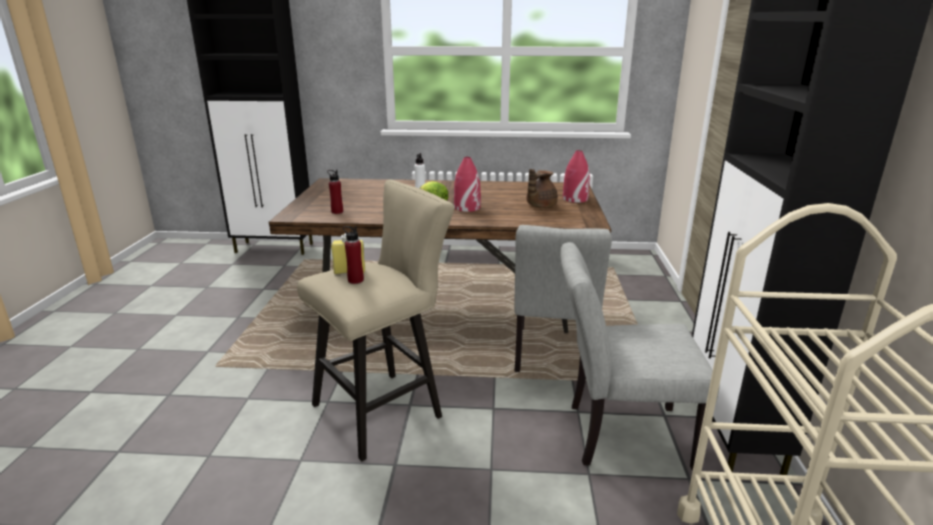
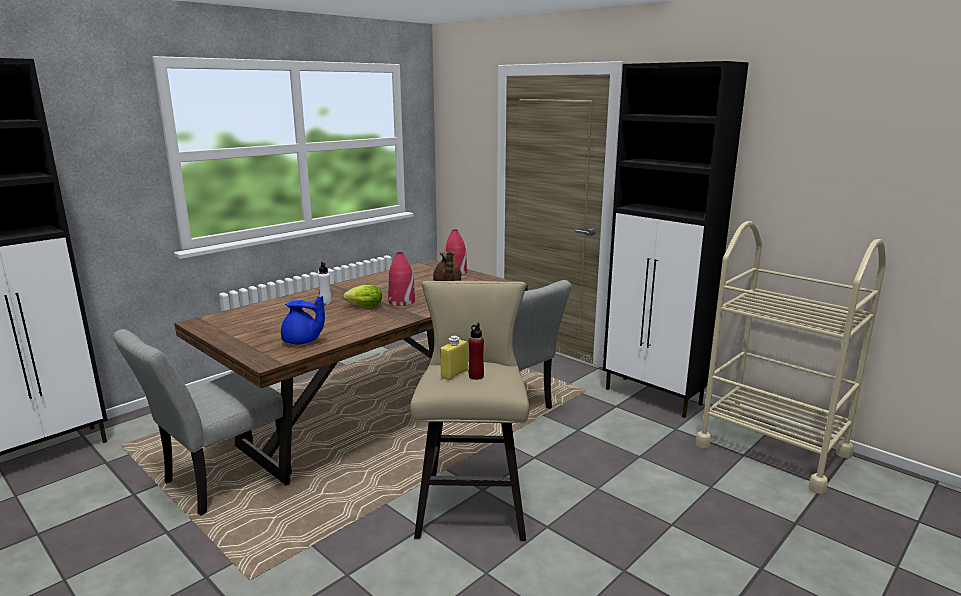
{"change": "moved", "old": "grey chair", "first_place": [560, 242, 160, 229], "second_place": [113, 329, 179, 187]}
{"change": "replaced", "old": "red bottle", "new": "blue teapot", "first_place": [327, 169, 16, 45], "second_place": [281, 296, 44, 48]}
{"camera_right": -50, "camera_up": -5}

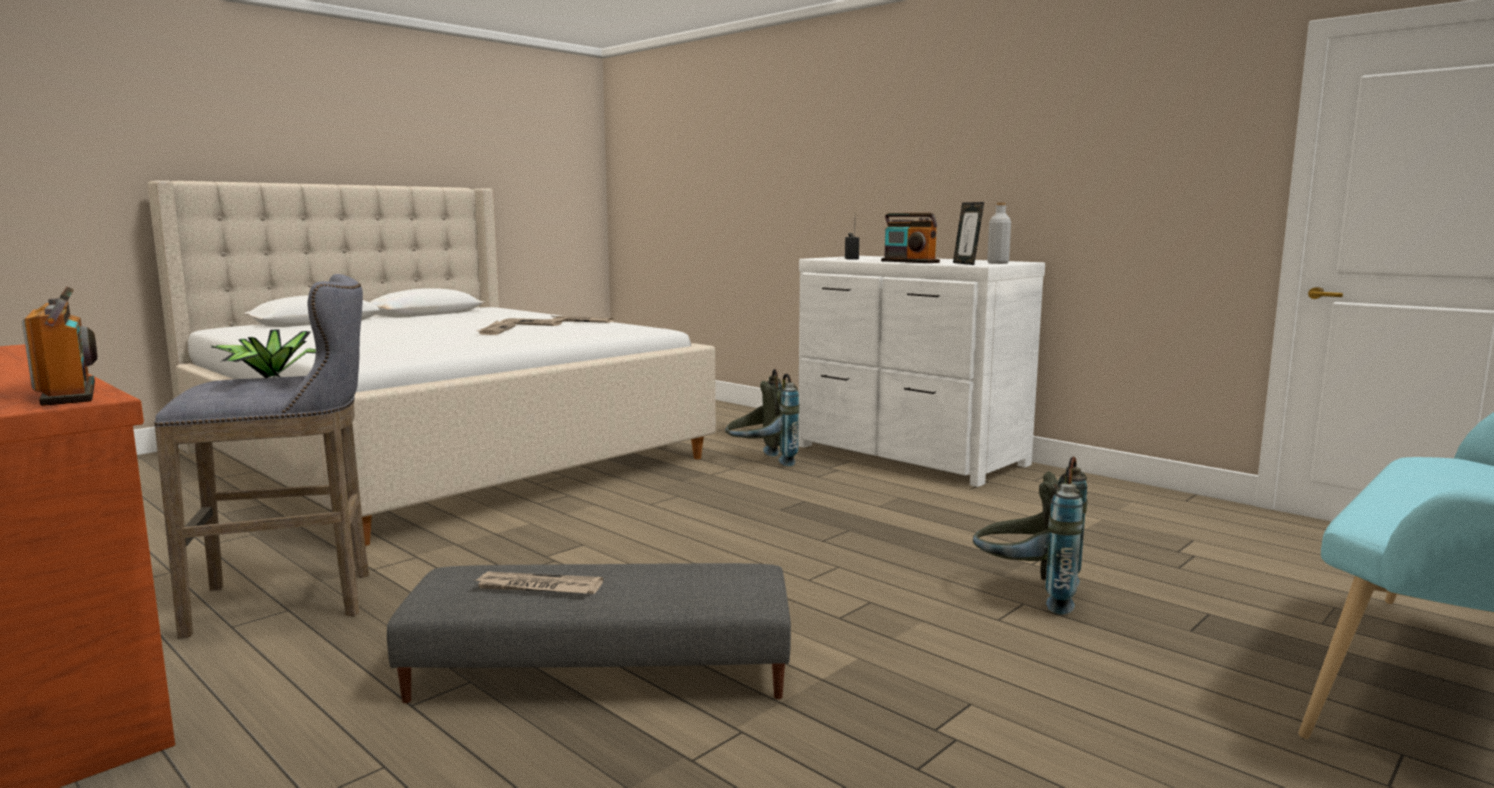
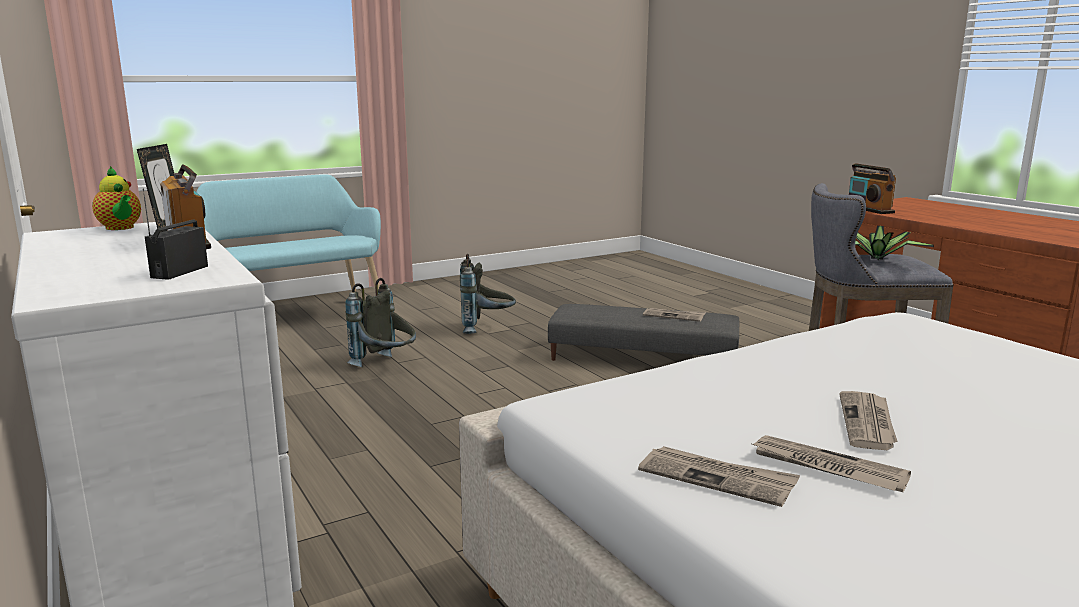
{"change": "moved", "old": "grey backpack", "first_place": [725, 369, 75, 97], "second_place": [460, 254, 56, 80]}
{"change": "replaced", "old": "grey bottle", "new": "teapot", "first_place": [987, 202, 24, 62], "second_place": [92, 167, 49, 63]}
{"camera_right": -165, "camera_up": 5}

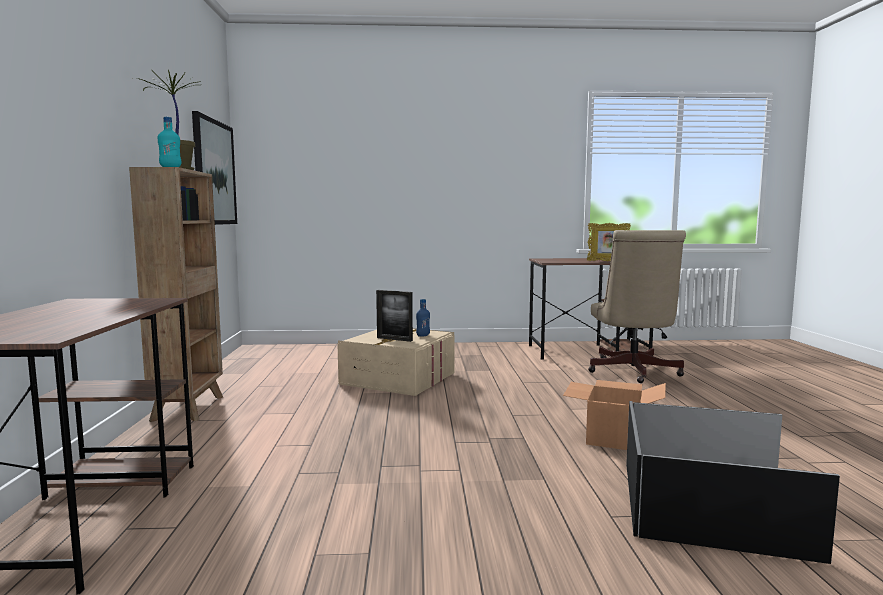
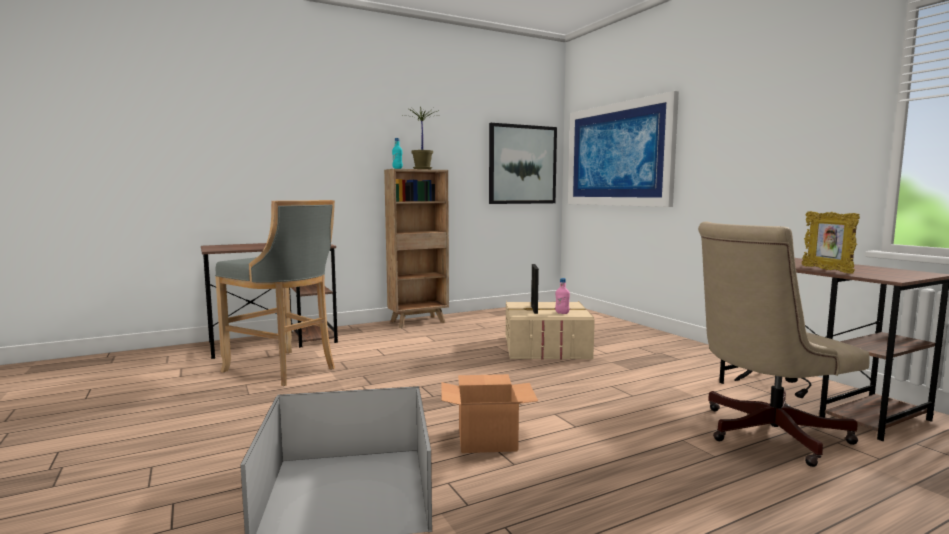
{"change": "added", "new": "grey stool", "second_place": [215, 200, 120, 186]}
{"change": "added", "new": "picture", "second_place": [568, 91, 111, 116]}
{"change": "recoloured", "old": "blue bottle", "new": "pink bottle", "first_place": [416, 299, 14, 38], "second_place": [555, 278, 15, 36]}
{"camera_right": 65, "camera_up": 0}

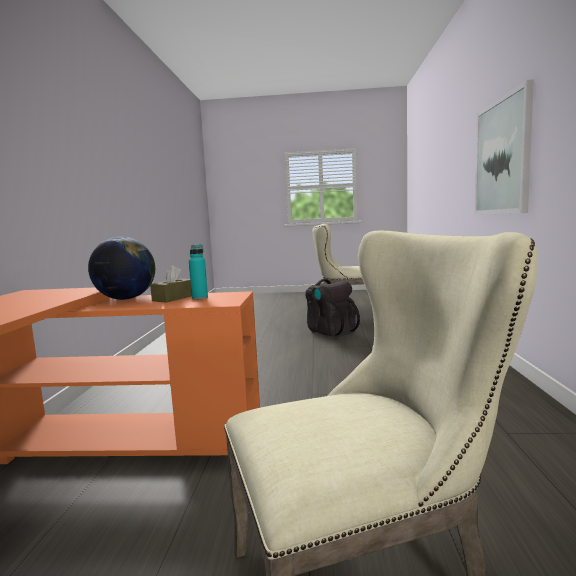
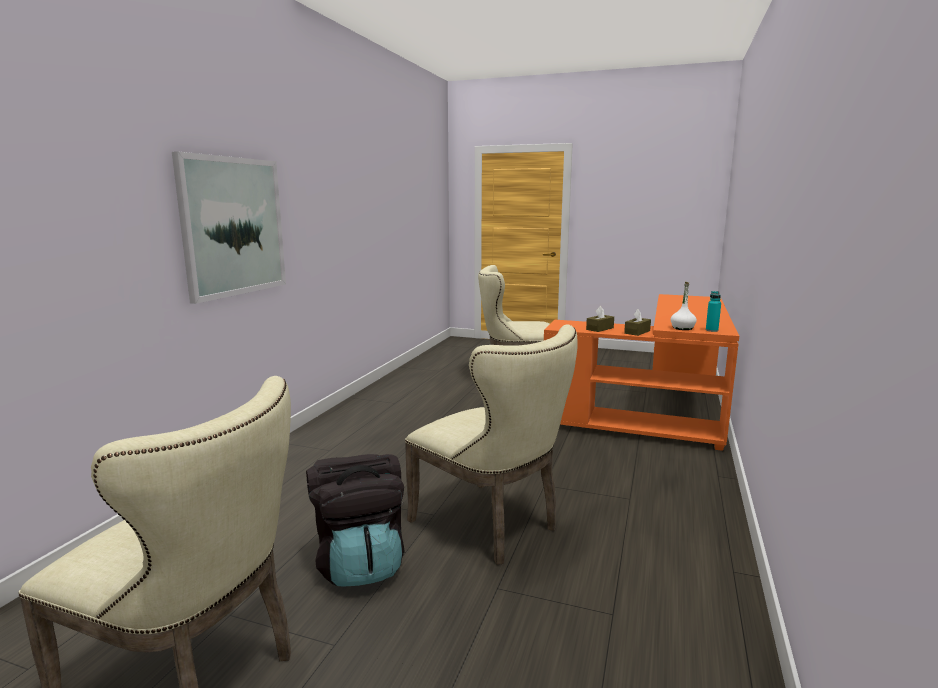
{"change": "added", "new": "beige chair", "second_place": [405, 324, 173, 241]}
{"change": "added", "new": "white bottle", "second_place": [670, 282, 27, 48]}
{"change": "moved", "old": "turquoise bottle", "first_place": [189, 244, 19, 56], "second_place": [706, 291, 15, 41]}
{"change": "replaced", "old": "globe", "new": "brown tissue box", "first_place": [88, 237, 67, 63], "second_place": [624, 309, 27, 27]}
{"camera_right": -165, "camera_up": 5}

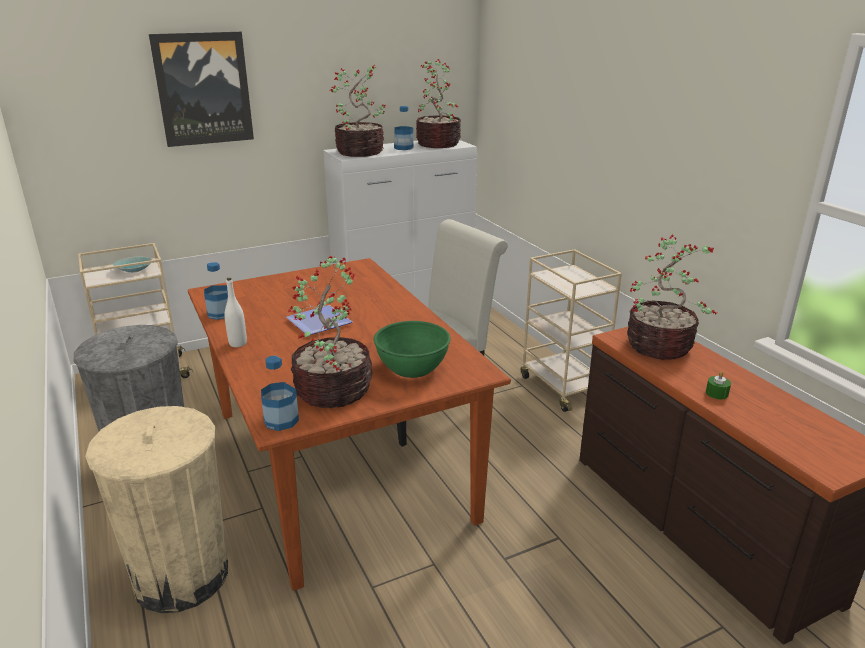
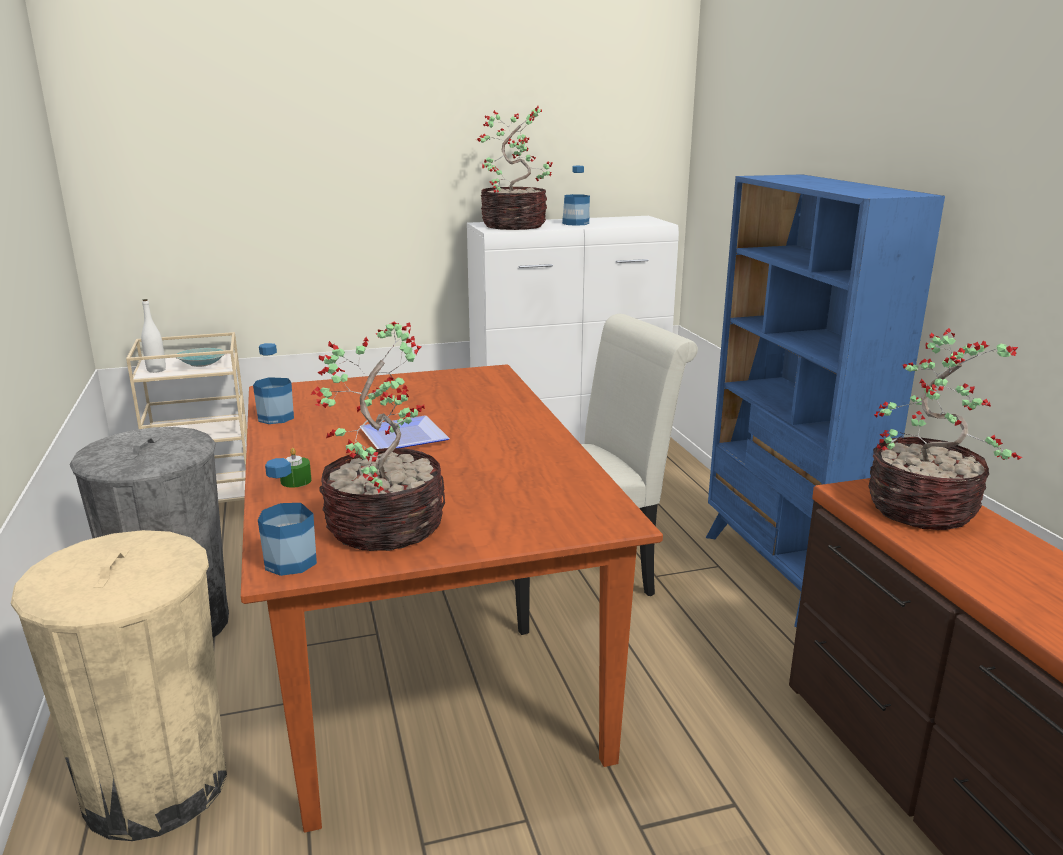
{"change": "removed", "old": "picture", "first_place": [149, 32, 105, 115]}
{"change": "removed", "old": "green bowl", "first_place": [374, 321, 77, 57]}
{"change": "removed", "old": "potted plant", "first_place": [416, 59, 45, 89]}
{"change": "moved", "old": "white bottle", "first_place": [224, 278, 23, 69], "second_place": [141, 299, 25, 74]}
{"change": "moved", "old": "green candle", "first_place": [706, 371, 25, 28], "second_place": [280, 448, 32, 40]}
{"change": "replaced", "old": "beige cart", "new": "blue bookcase", "first_place": [521, 249, 101, 163], "second_place": [706, 174, 239, 453]}
{"camera_right": 10, "camera_up": -5}

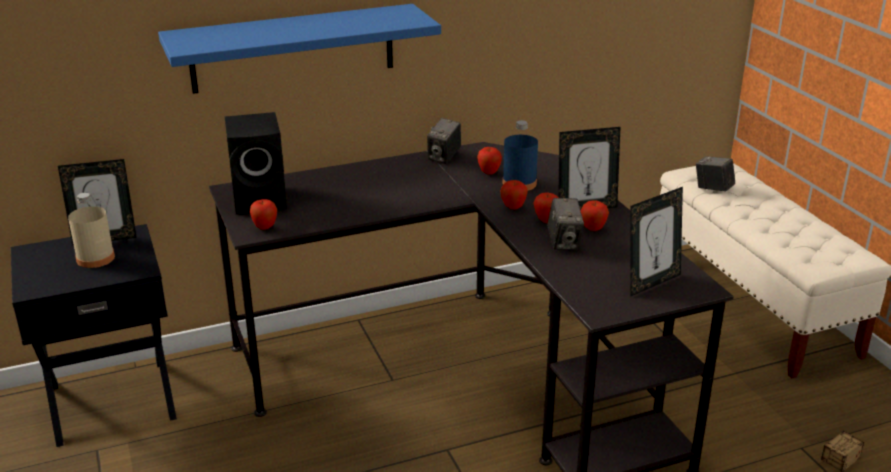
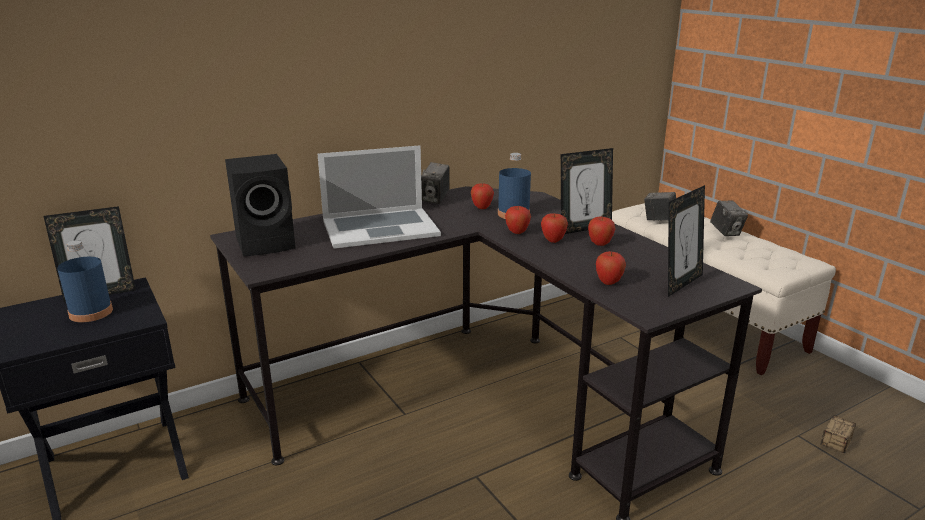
{"change": "removed", "old": "blue shelf", "first_place": [158, 4, 283, 90]}
{"change": "added", "new": "laptop", "second_place": [318, 145, 123, 104]}
{"change": "moved", "old": "apple", "first_place": [250, 199, 27, 31], "second_place": [596, 251, 30, 34]}
{"change": "moved", "old": "photo camera", "first_place": [547, 198, 37, 52], "second_place": [710, 201, 38, 35]}
{"change": "recoloured", "old": "beige bottle", "new": "blue bottle", "first_place": [68, 193, 47, 75], "second_place": [57, 240, 56, 82]}
{"camera_right": -10, "camera_up": -5}

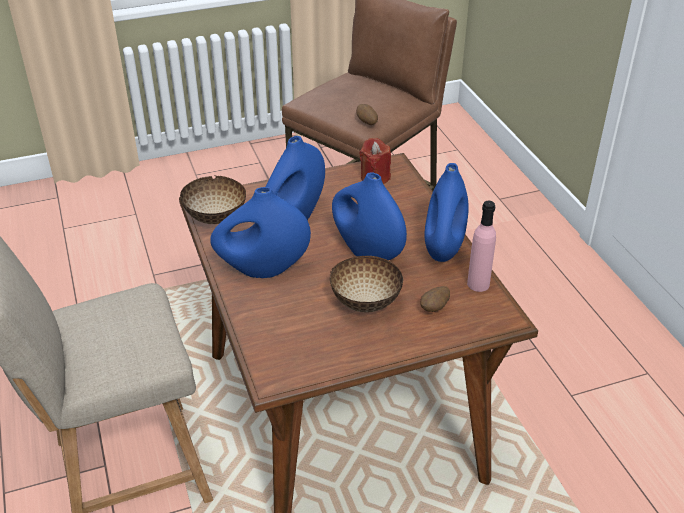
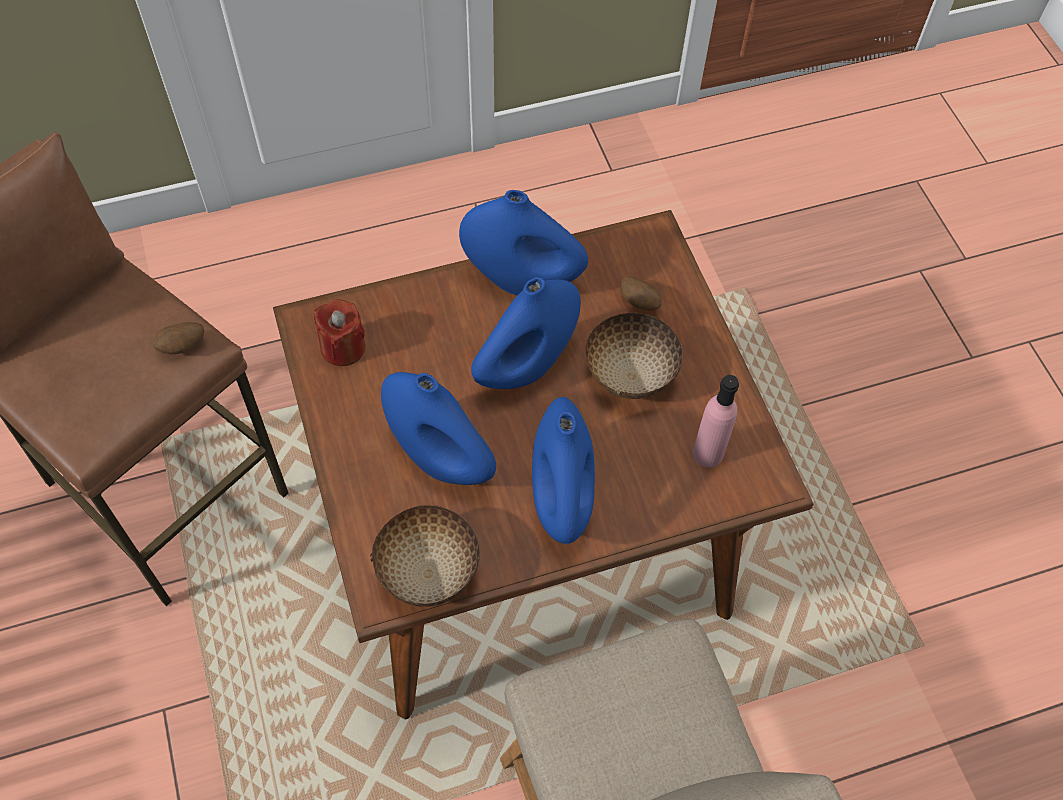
{"change": "moved", "old": "pink bottle", "first_place": [467, 201, 29, 91], "second_place": [693, 375, 46, 93]}
{"camera_right": -90, "camera_up": 20}

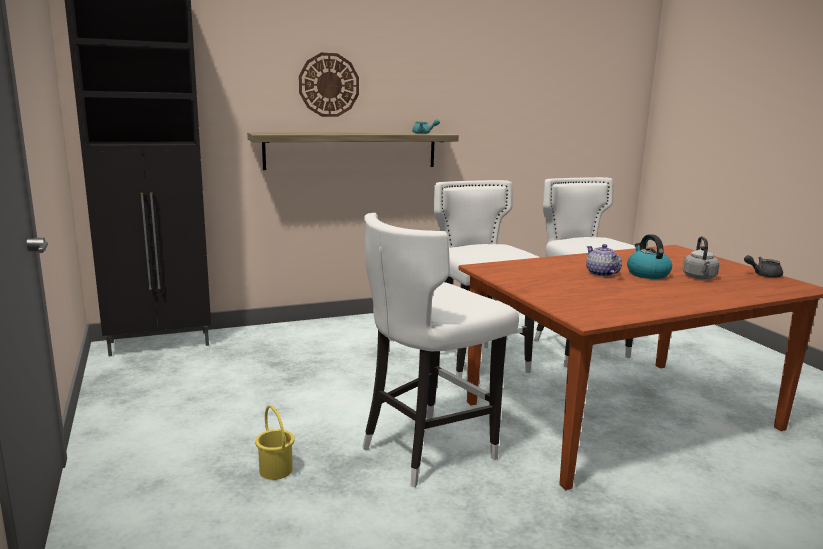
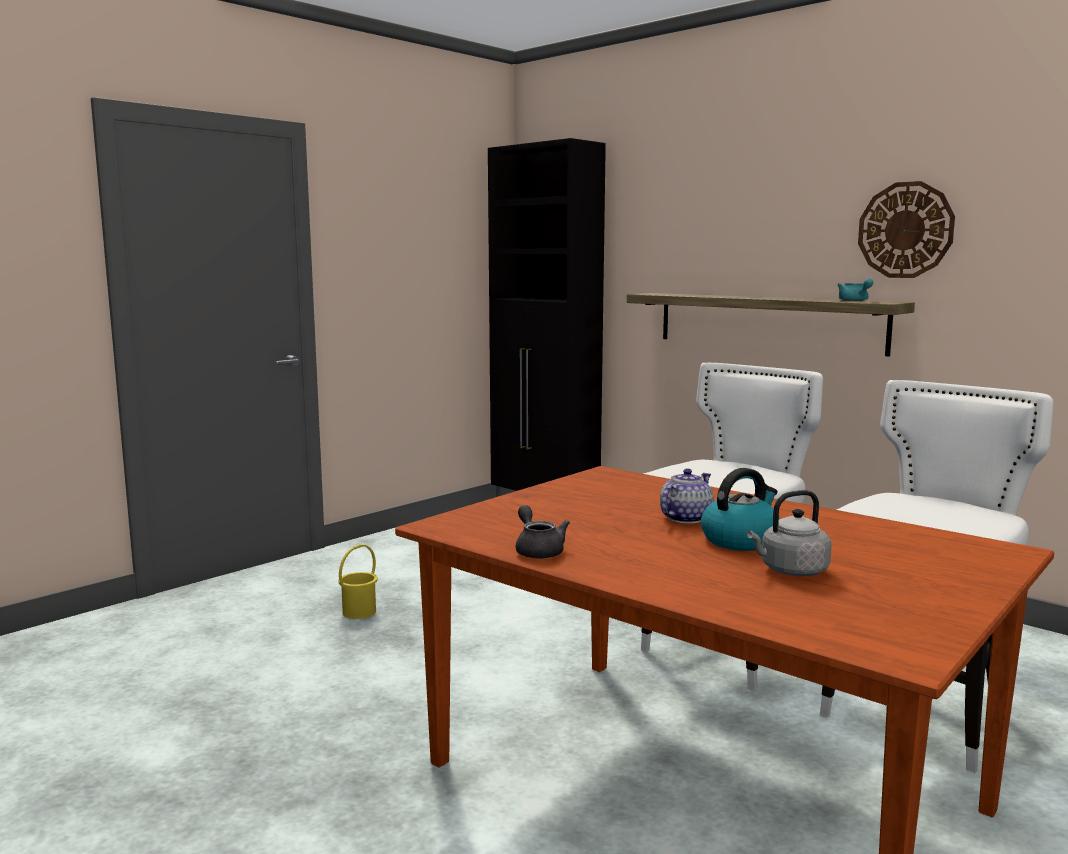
{"change": "removed", "old": "white stool", "first_place": [363, 213, 156, 274]}
{"change": "moved", "old": "wall clock", "first_place": [299, 53, 60, 64], "second_place": [858, 181, 97, 97]}
{"change": "moved", "old": "grey teapot", "first_place": [744, 255, 39, 23], "second_place": [516, 505, 54, 54]}
{"camera_right": 65, "camera_up": -5}

